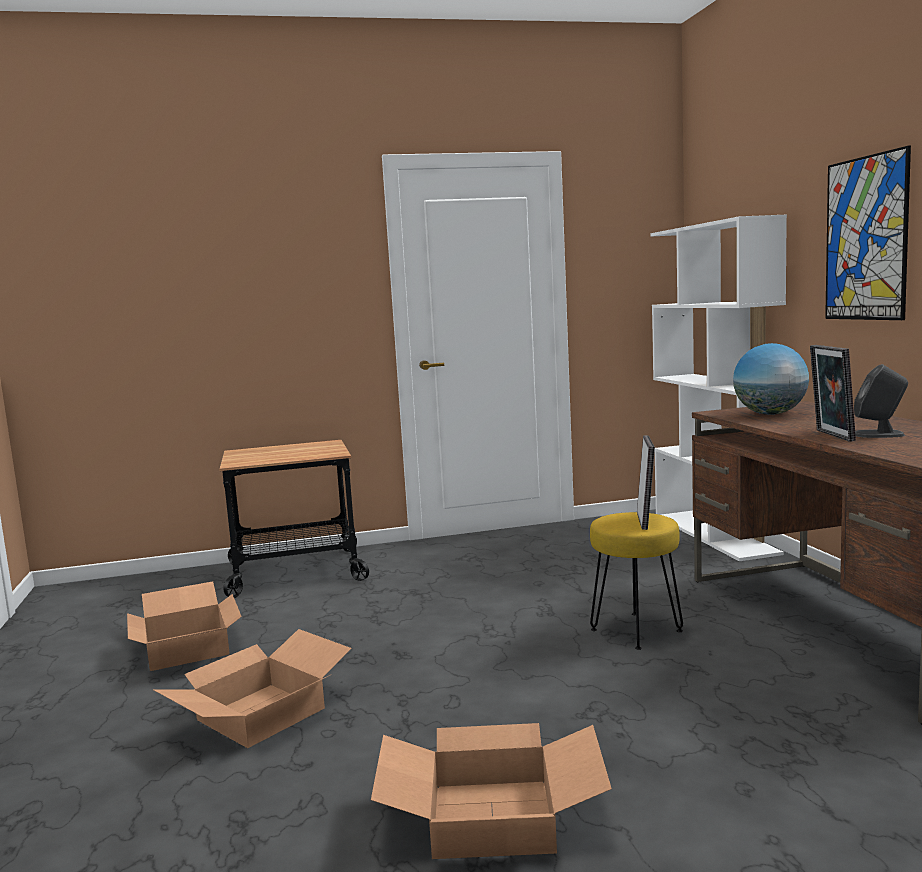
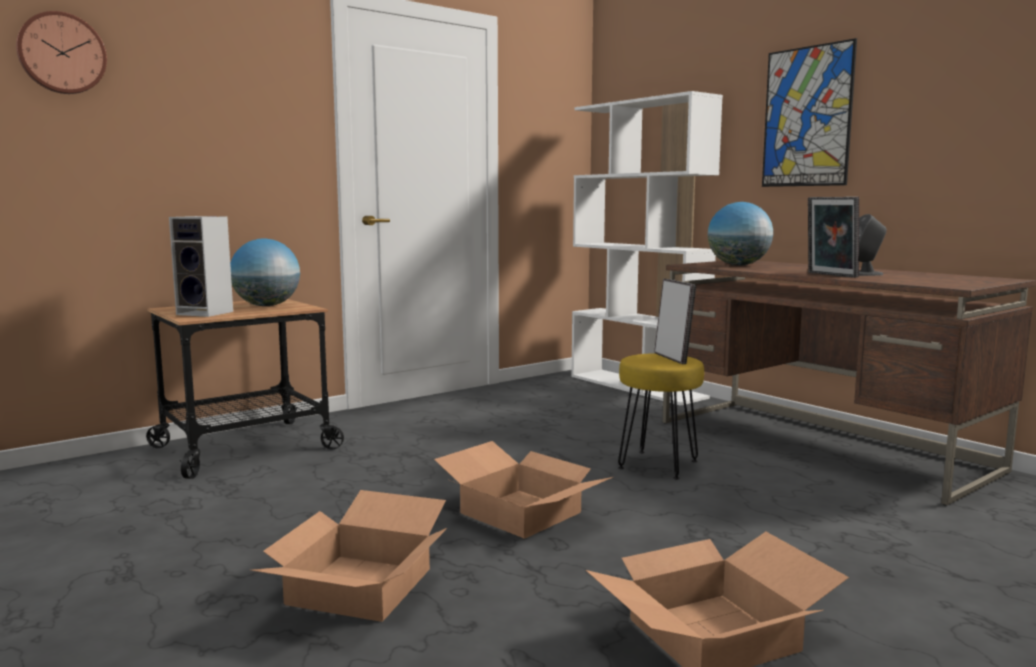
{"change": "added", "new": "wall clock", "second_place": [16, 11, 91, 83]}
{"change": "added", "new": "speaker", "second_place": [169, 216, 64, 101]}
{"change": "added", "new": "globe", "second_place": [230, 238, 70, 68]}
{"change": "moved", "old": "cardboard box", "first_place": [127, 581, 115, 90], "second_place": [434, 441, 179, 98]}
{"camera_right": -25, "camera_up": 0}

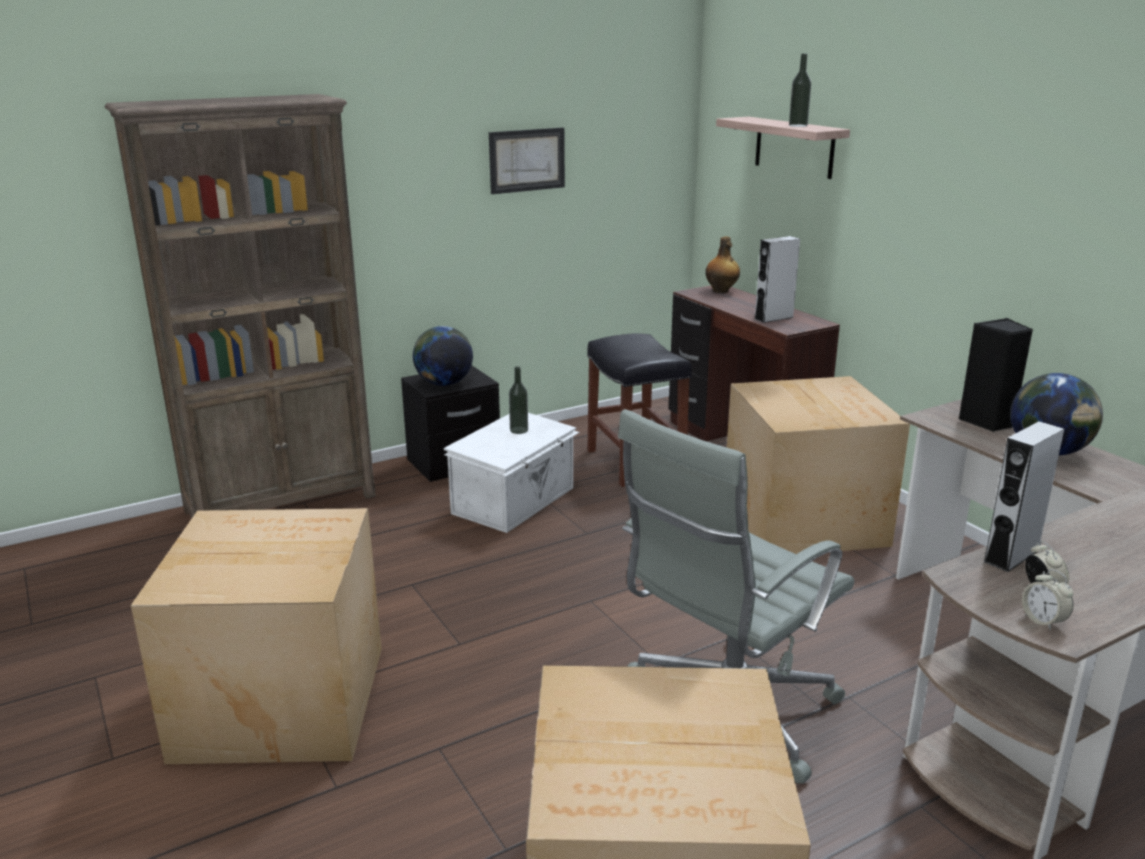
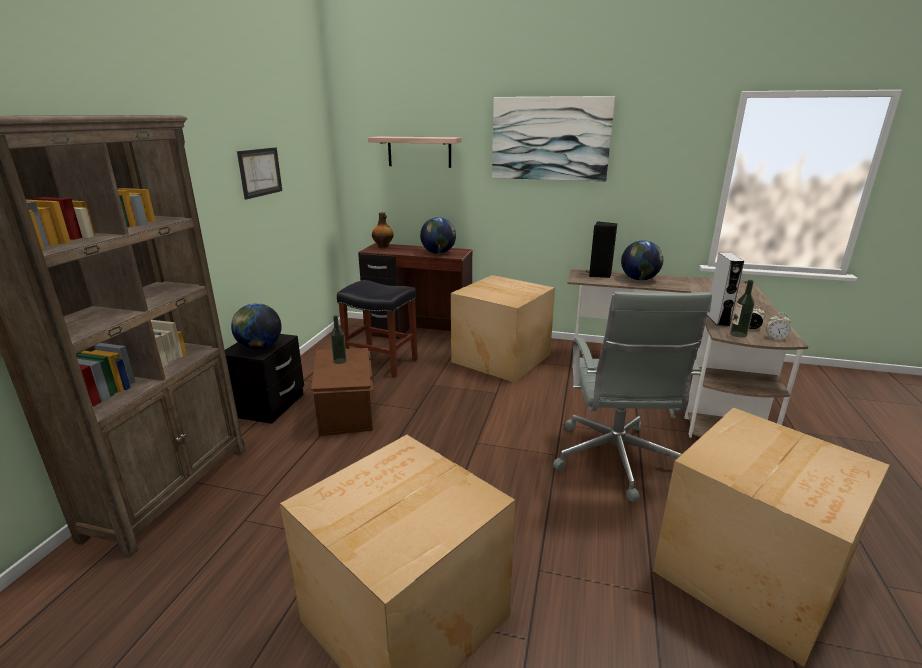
{"change": "added", "new": "picture", "second_place": [492, 96, 123, 85]}
{"change": "moved", "old": "bottle", "first_place": [789, 54, 22, 73], "second_place": [730, 280, 25, 58]}
{"change": "replaced", "old": "grey speaker", "new": "globe", "first_place": [755, 236, 45, 87], "second_place": [420, 217, 36, 37]}
{"change": "recoloured", "old": "white storage box", "new": "brown storage box", "first_place": [444, 413, 136, 120], "second_place": [311, 348, 63, 88]}
{"camera_right": -45, "camera_up": 0}

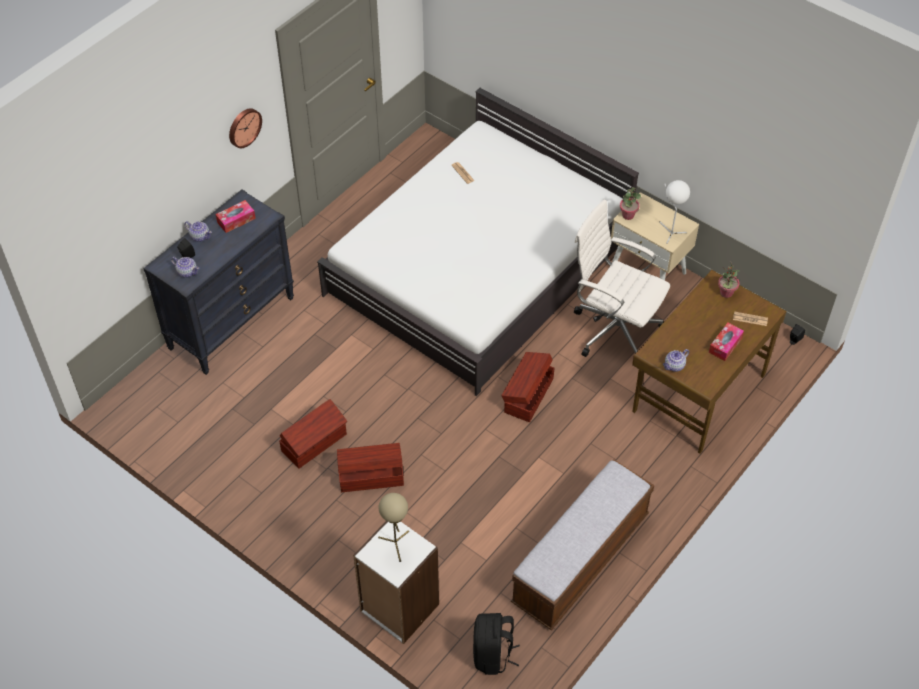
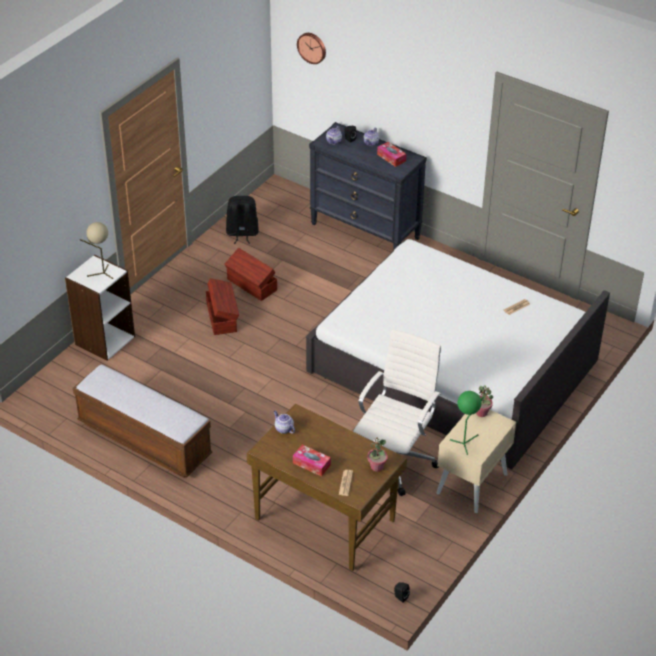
{"change": "removed", "old": "brown storage box", "first_place": [501, 352, 53, 70]}
{"change": "moved", "old": "wall clock", "first_place": [229, 108, 33, 40], "second_place": [297, 33, 29, 31]}
{"change": "moved", "old": "black backpack", "first_place": [473, 613, 47, 62], "second_place": [226, 196, 33, 48]}
{"change": "recoloured", "old": "white table lamp", "new": "green table lamp", "first_place": [659, 180, 31, 64], "second_place": [450, 391, 34, 64]}
{"camera_right": 85, "camera_up": -10}

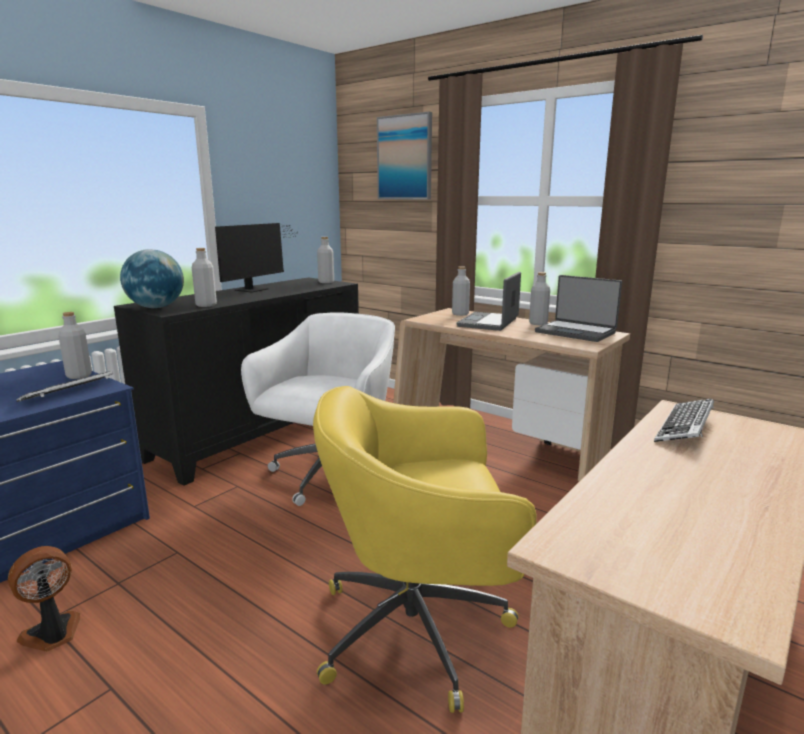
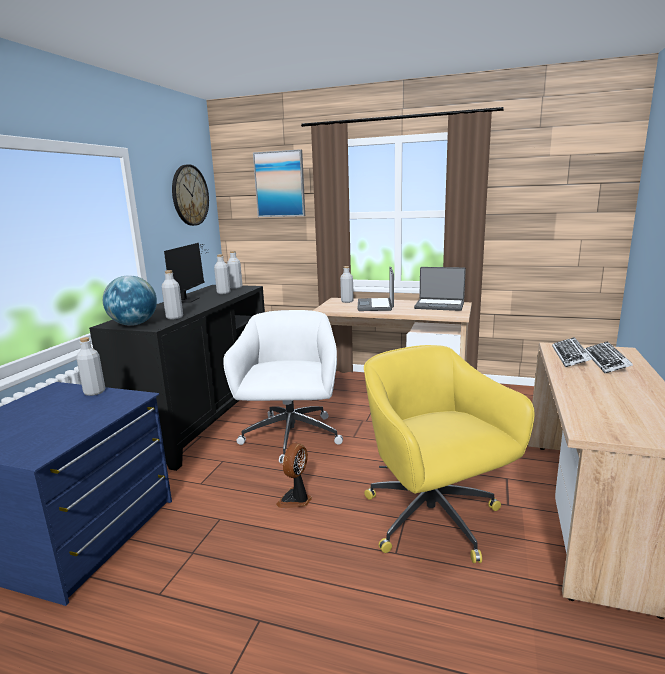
{"change": "added", "new": "wall clock", "second_place": [172, 164, 37, 62]}
{"change": "moved", "old": "fan", "first_place": [8, 546, 72, 106], "second_place": [276, 443, 36, 65]}
{"change": "moved", "old": "keyboard", "first_place": [16, 371, 97, 31], "second_place": [585, 342, 48, 31]}
{"change": "moved", "old": "grey bottle", "first_place": [529, 272, 21, 53], "second_place": [214, 254, 16, 40]}
{"change": "turned", "old": "yellow office chair", "first_place": [313, 386, 223, 327], "second_place": [364, 345, 170, 218], "degrees": 90}
{"camera_right": -20, "camera_up": 0}

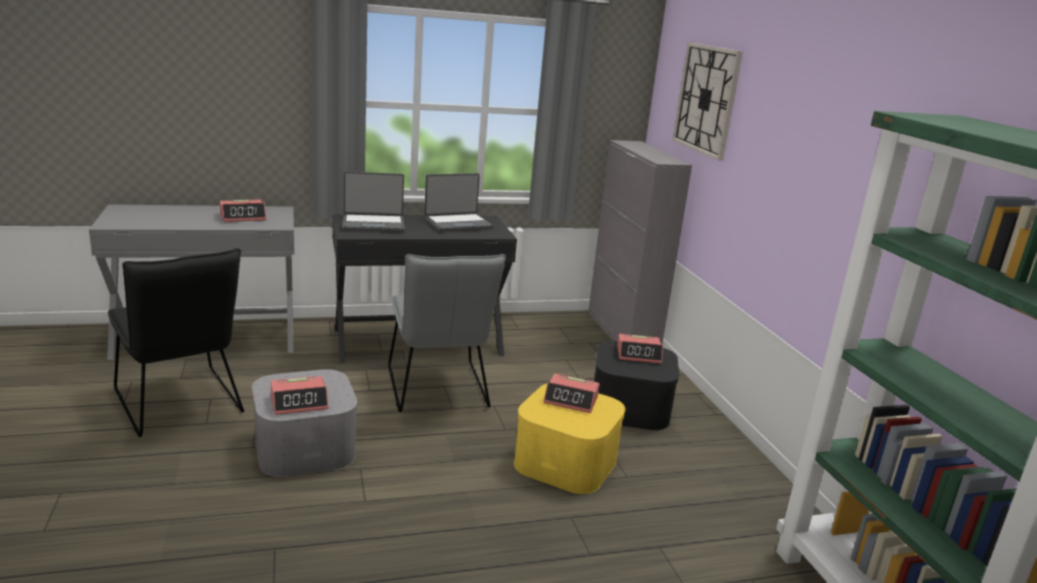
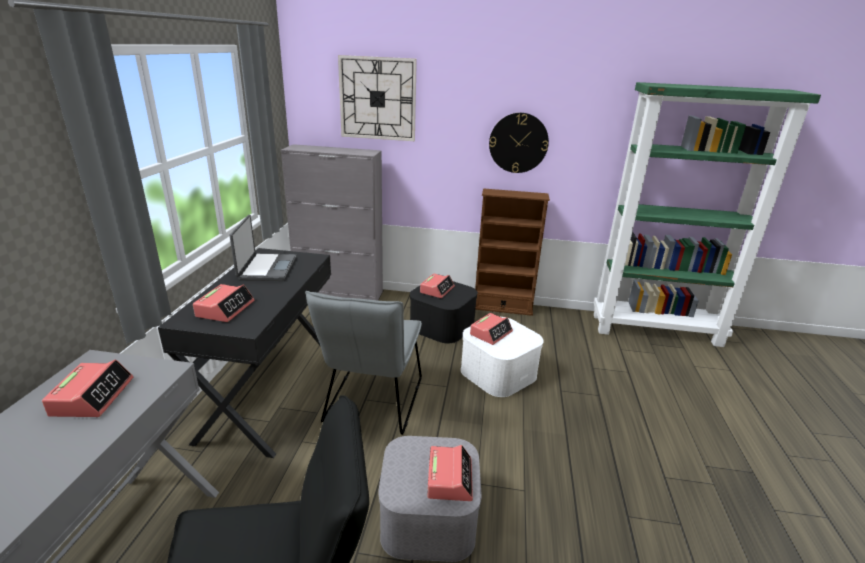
{"change": "added", "new": "brown bookcase", "second_place": [475, 189, 75, 127]}
{"change": "added", "new": "wall clock", "second_place": [489, 113, 60, 60]}
{"change": "replaced", "old": "laptop", "new": "alarm clock", "first_place": [343, 171, 62, 61], "second_place": [193, 284, 61, 38]}
{"change": "recoloured", "old": "yellow storage box", "new": "white storage box", "first_place": [514, 384, 112, 110], "second_place": [461, 317, 83, 80]}
{"change": "turned", "old": "grey chair", "first_place": [388, 254, 118, 158], "second_place": [305, 291, 117, 144], "degrees": 90}
{"camera_right": -65, "camera_up": 5}

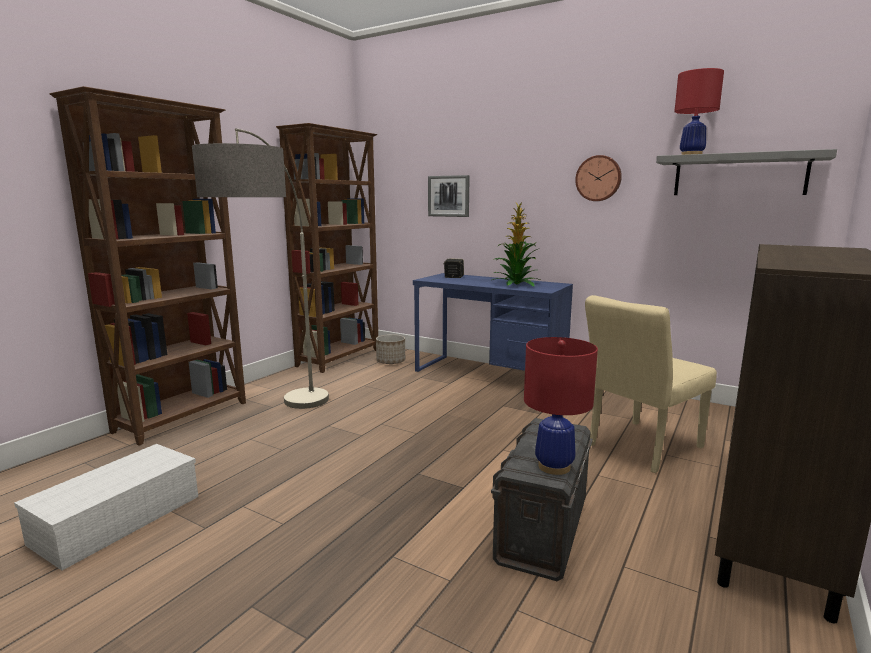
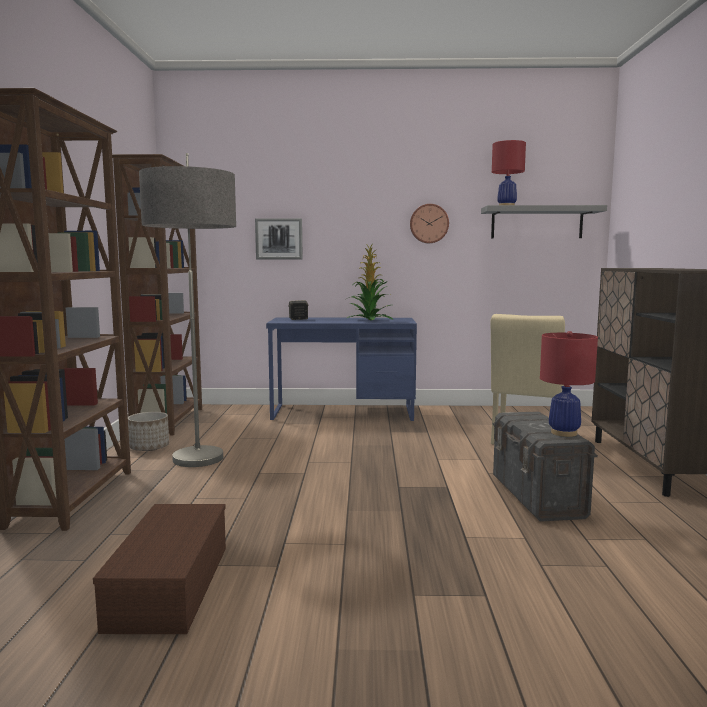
{"change": "moved", "old": "planter", "first_place": [376, 334, 29, 30], "second_place": [128, 412, 41, 39]}
{"change": "recoloured", "old": "white storage box", "new": "brown storage box", "first_place": [14, 444, 184, 126], "second_place": [93, 504, 133, 130]}
{"camera_right": -30, "camera_up": -5}

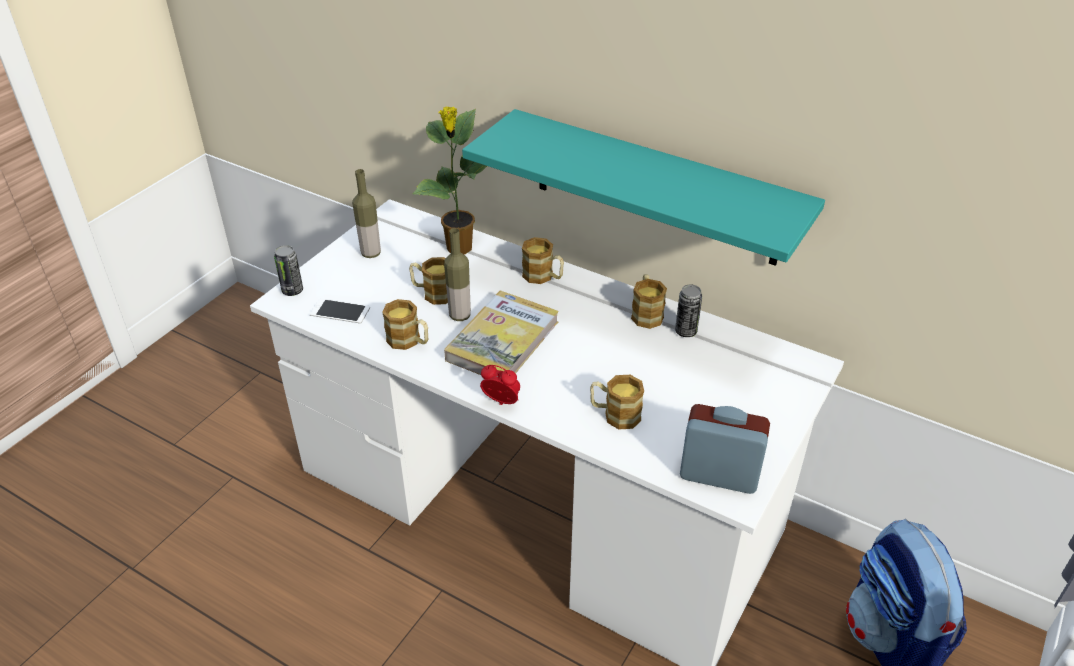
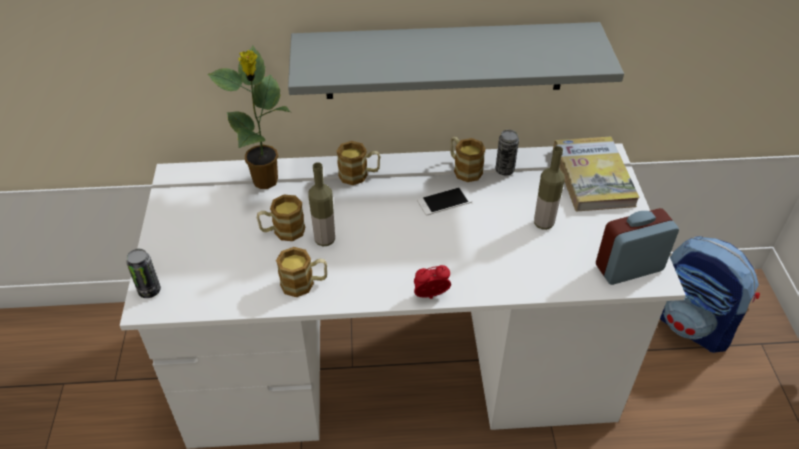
{"change": "removed", "old": "mug", "first_place": [590, 375, 54, 54]}
{"change": "moved", "old": "phone", "first_place": [310, 298, 60, 26], "second_place": [417, 186, 55, 30]}
{"change": "moved", "old": "bottle", "first_place": [352, 169, 29, 89], "second_place": [534, 146, 31, 84]}
{"change": "moved", "old": "book", "first_place": [444, 291, 115, 84], "second_place": [553, 136, 87, 76]}
{"change": "recoloured", "old": "turquoise shelf", "new": "grey shelf", "first_place": [462, 109, 363, 157], "second_place": [288, 22, 336, 77]}
{"camera_right": -35, "camera_up": 5}

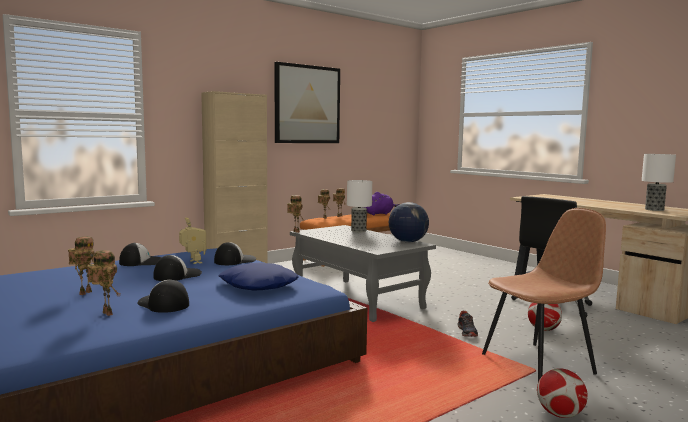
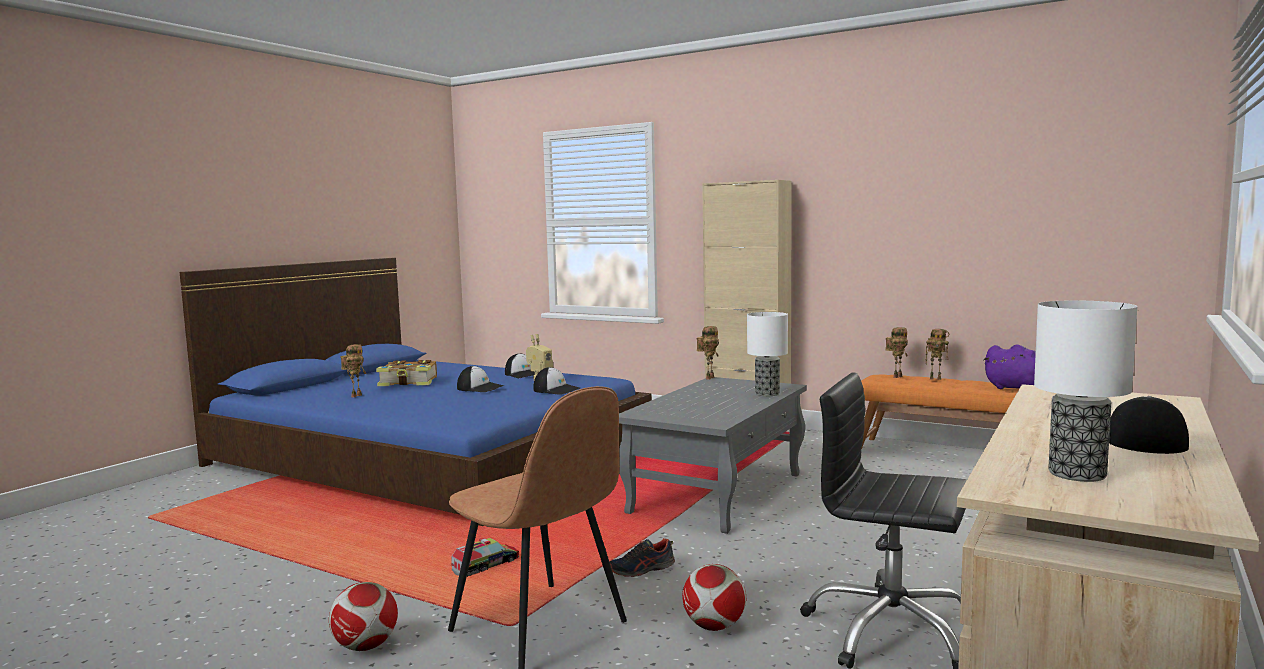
{"change": "removed", "old": "blue pillow", "first_place": [218, 263, 81, 28]}
{"change": "removed", "old": "picture", "first_place": [275, 62, 65, 81]}
{"change": "removed", "old": "globe", "first_place": [389, 202, 40, 41]}
{"change": "added", "new": "toy truck", "second_place": [451, 538, 68, 39]}
{"change": "moved", "old": "cap", "first_place": [138, 280, 51, 33], "second_place": [1109, 396, 80, 58]}
{"change": "replaced", "old": "toy robot", "new": "book", "first_place": [68, 236, 26, 59], "second_place": [376, 360, 61, 26]}
{"camera_right": 70, "camera_up": 0}

